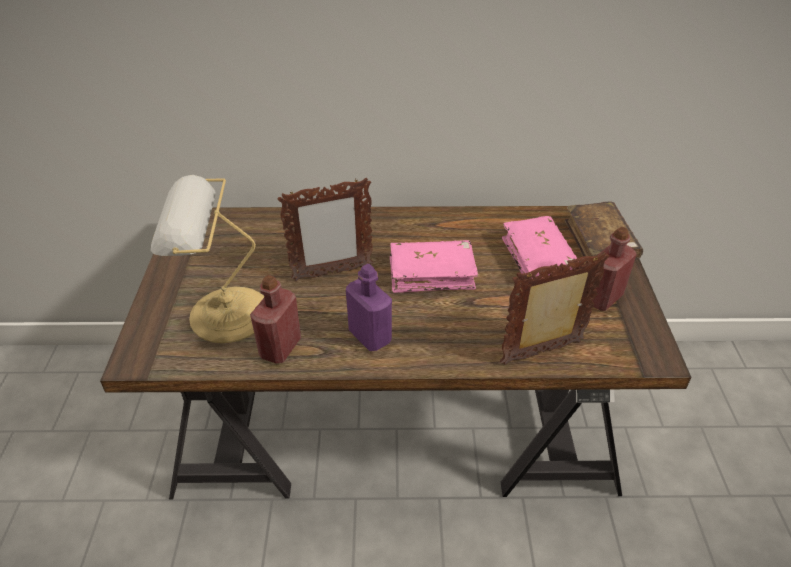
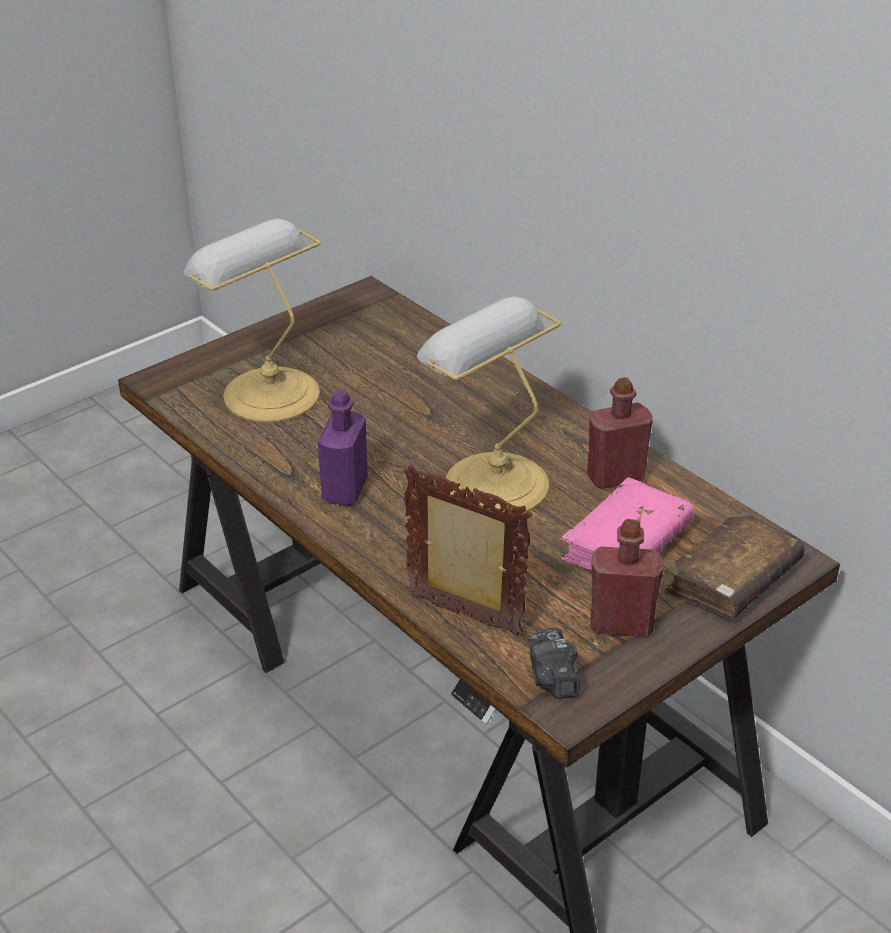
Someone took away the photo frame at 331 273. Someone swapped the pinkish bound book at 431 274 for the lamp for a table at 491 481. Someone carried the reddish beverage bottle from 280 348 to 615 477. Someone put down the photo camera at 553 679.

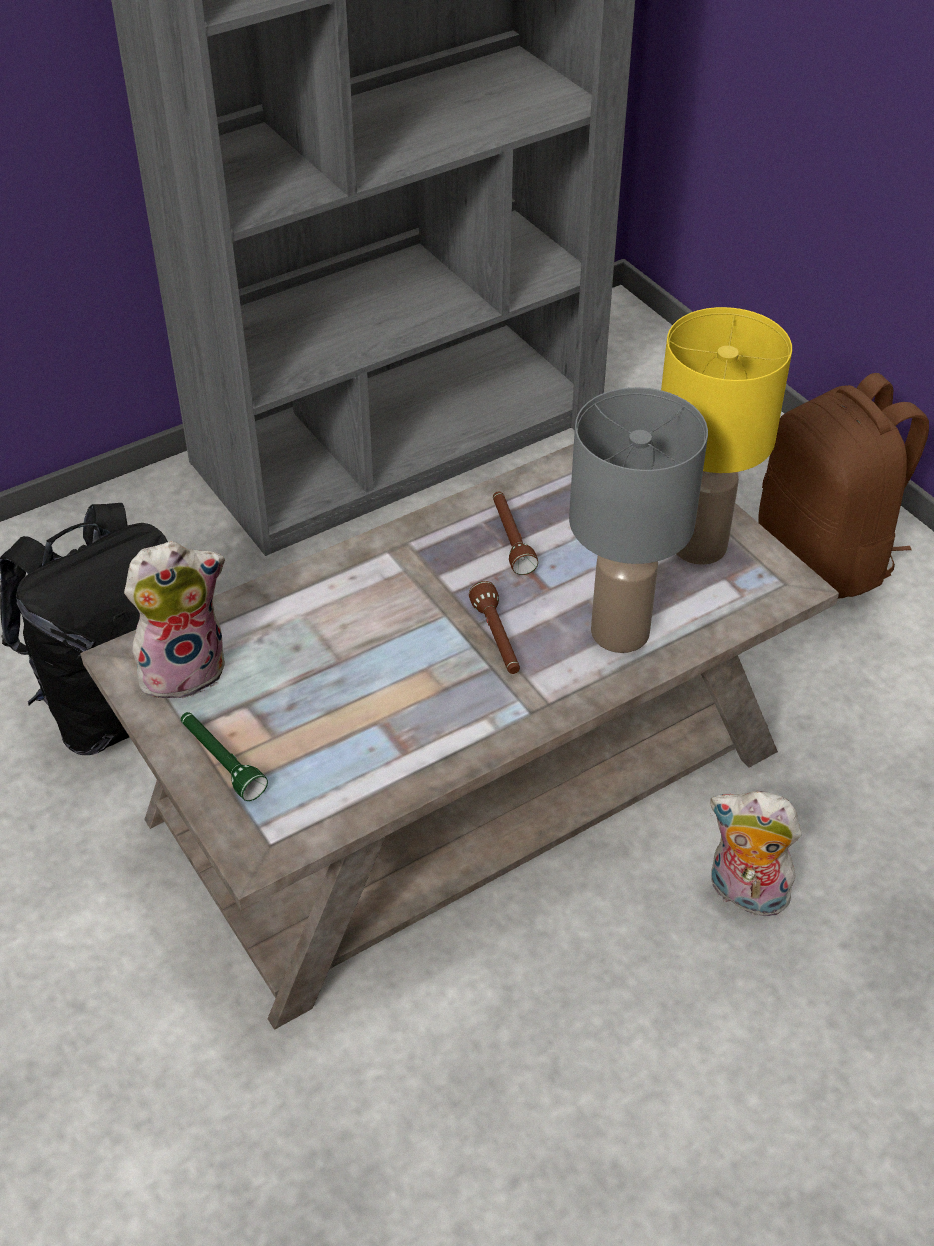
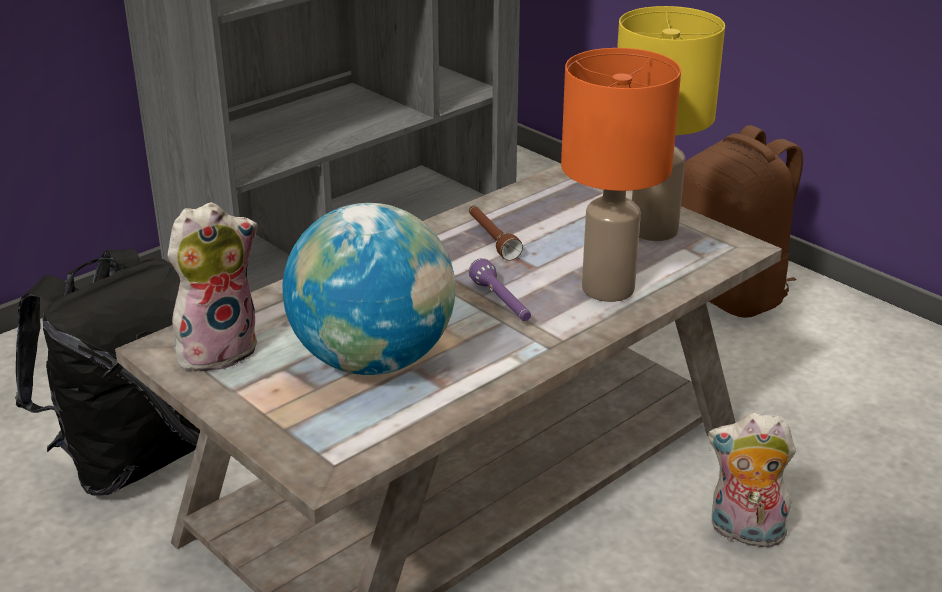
Someone repainted the greyish lamp for a table at 620 630, which became the orangey lamp for a table at 607 287. Someone repainted the brown-coloured torch at 497 639, which became the purple torch at 502 303. Someone took away the greenish torch at 221 762. Someone put down the desk globe at 373 360.

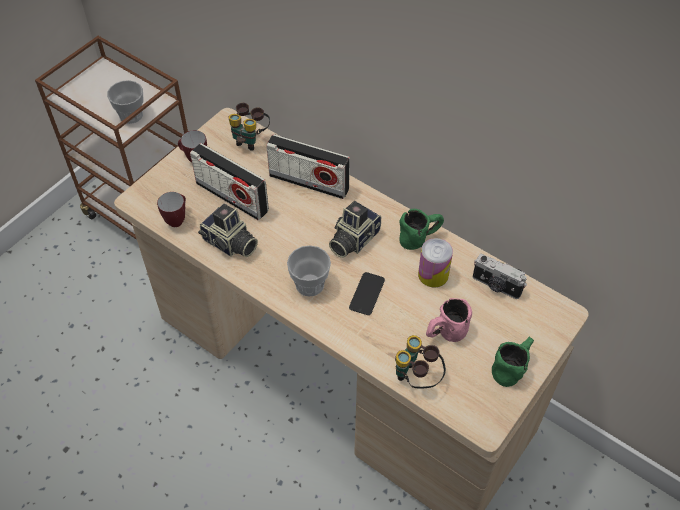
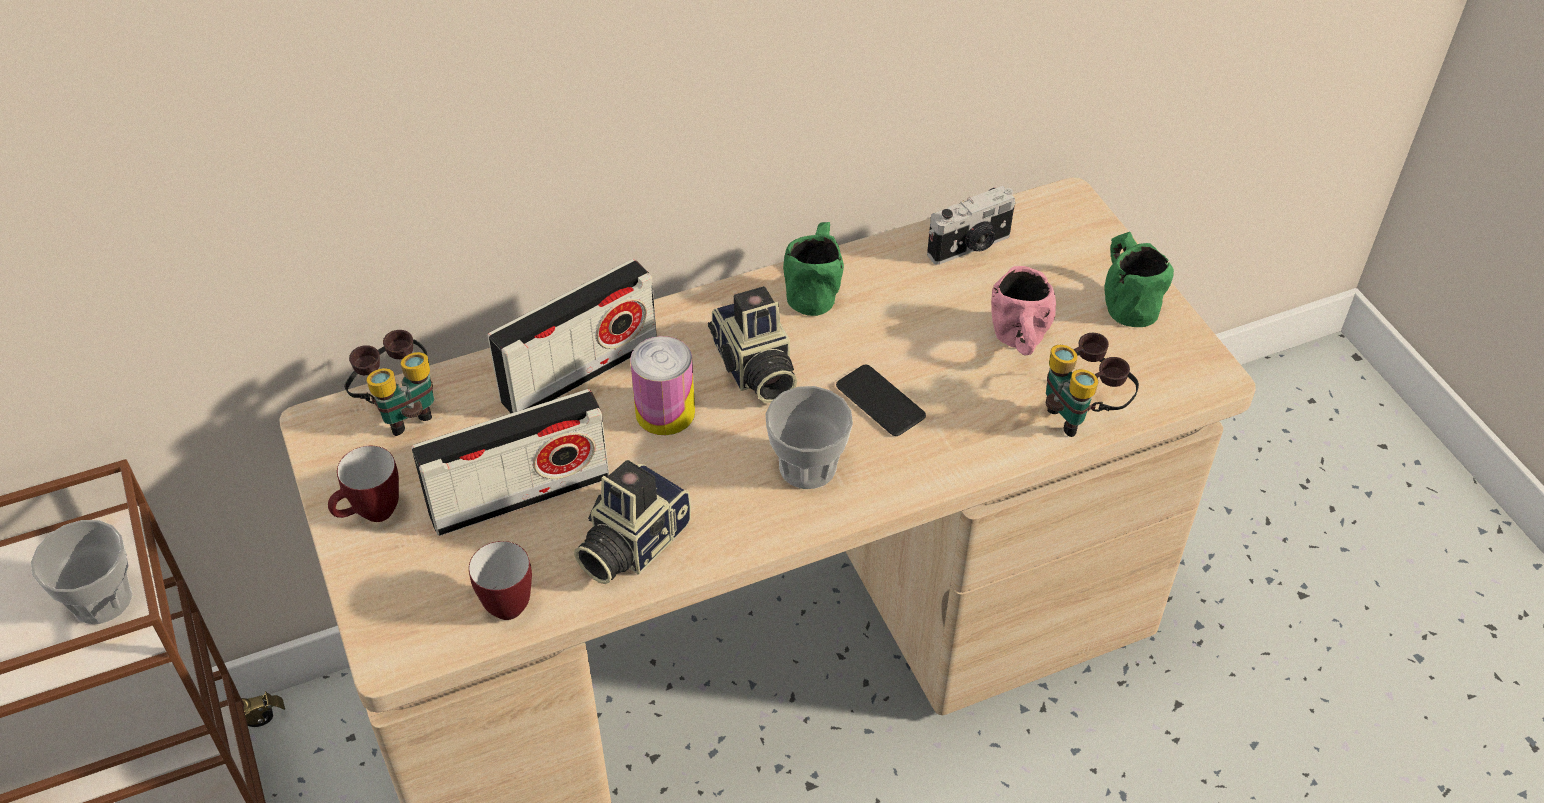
Someone rotated the photo camera at 230 244 by 150 degrees clockwise. Someone carried the can from 433 274 to 665 412.

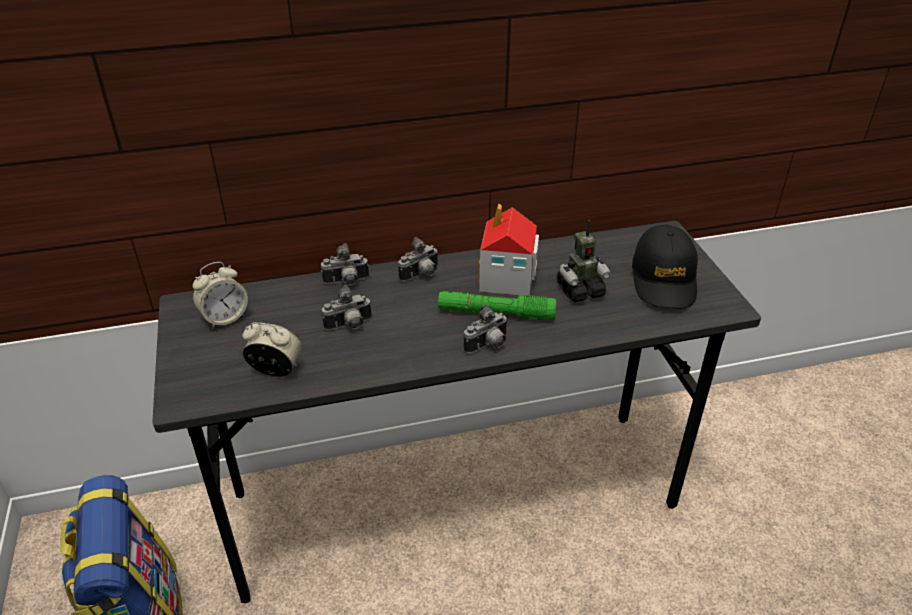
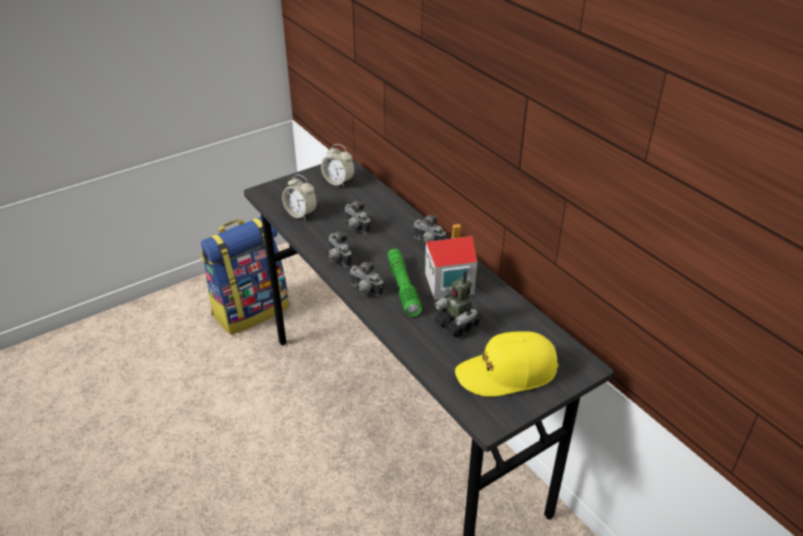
Someone repainted the black-coloured baseball cap at 664 279, which became the yellow baseball cap at 506 373. Someone carried the photo camera from 346 282 to 337 259. Someone rotated the alarm clock at 276 370 by 135 degrees clockwise.

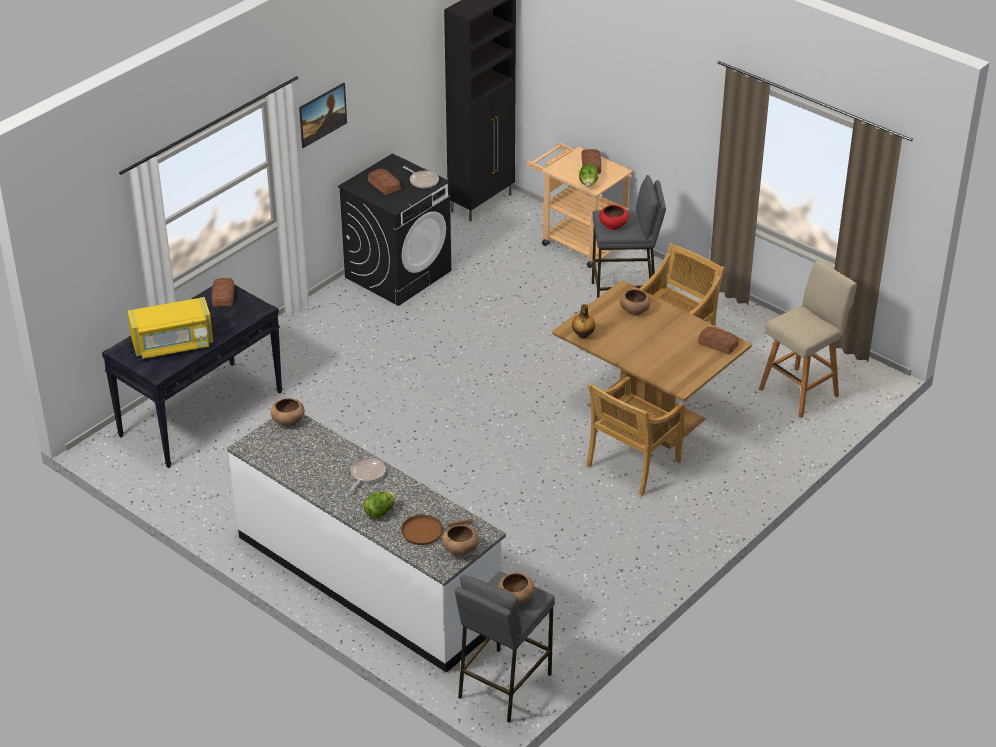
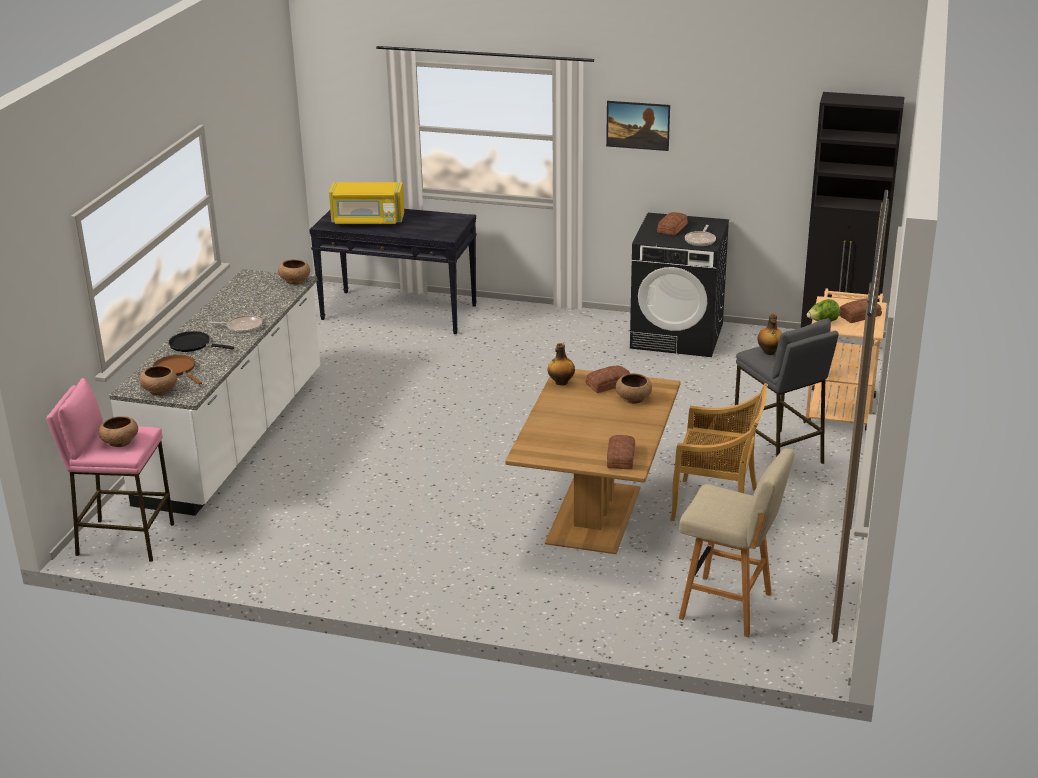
Someone swapped the reddish deep dish at 613 225 for the beverage bottle at 769 352. Someone carried the bakery bread from 224 296 to 609 384. Someone rotated the yellow microwave oven at 173 344 by 45 degrees counterclockwise. Someone took away the beige-coloured chair at 632 465. Someone swapped the head of lettuce at 380 512 for the black-coloured pan at 193 345. Someone repainted the greyish stool at 503 685, which became the pinkish stool at 125 539.

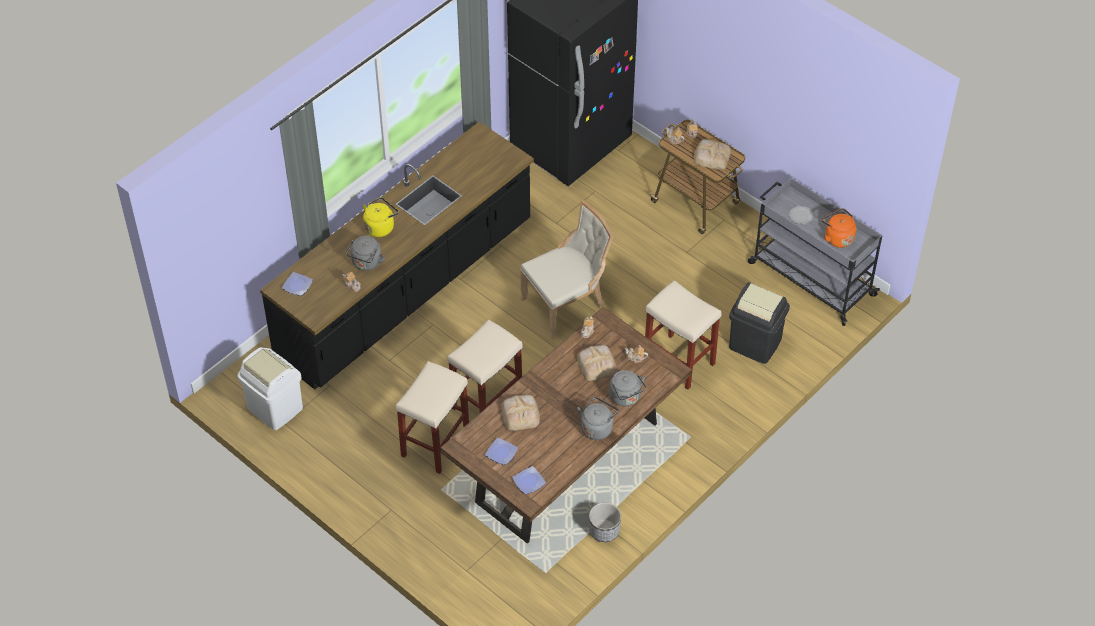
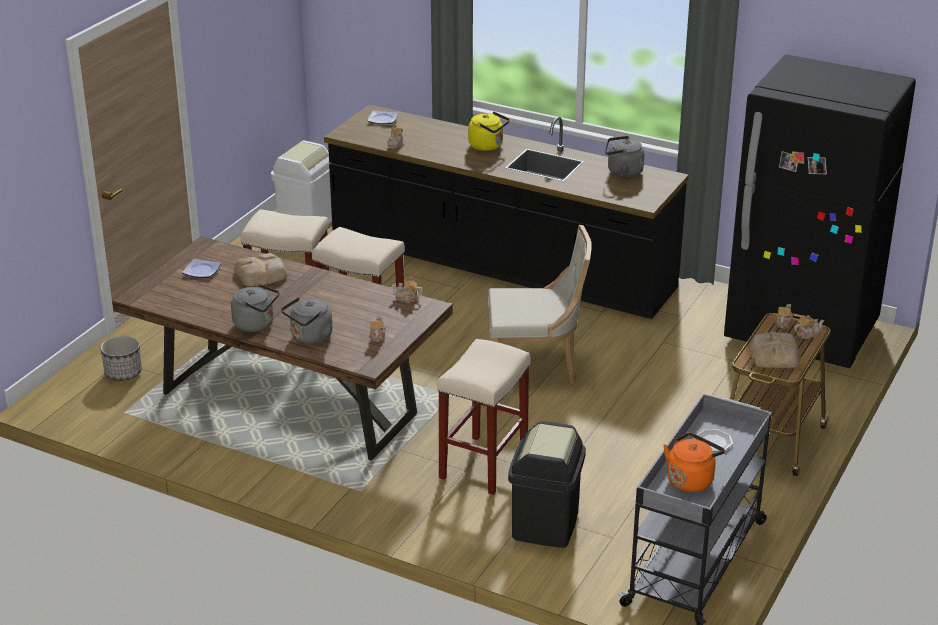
Someone rotated the beige-coloured chair at 567 304 by 45 degrees counterclockwise. Someone carried the greyish kettle from 366 263 to 622 172. Someone took away the bakery bread at 597 364. Someone took away the dinner plate at 529 481. Someone carried the planter from 604 530 to 123 373.

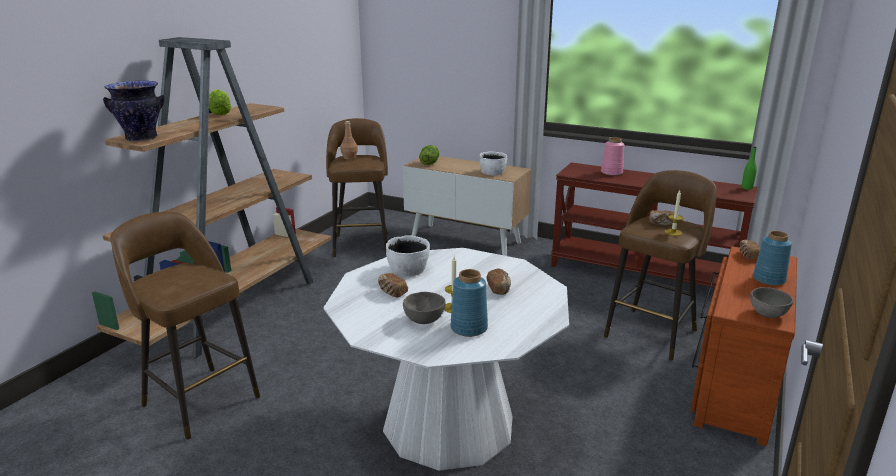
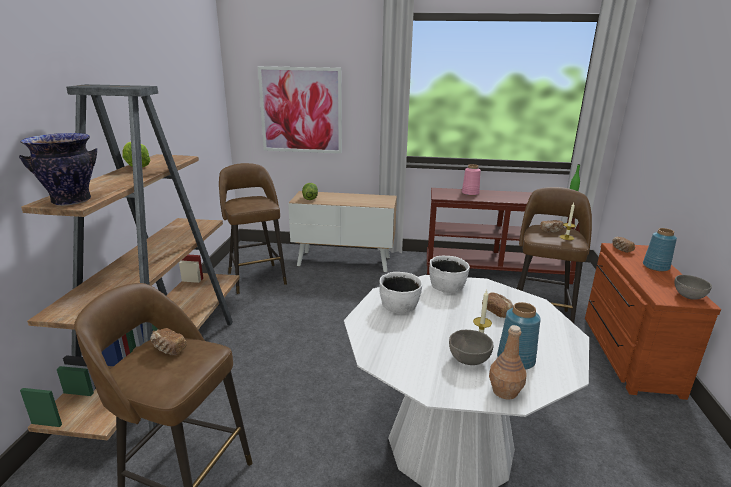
Someone carried the brown-coloured beverage bottle from 349 157 to 504 391. Someone carried the whitish deep dish from 493 172 to 447 286. Someone carried the bakery bread from 392 292 to 168 349. Someone put up the wall art at 301 110.

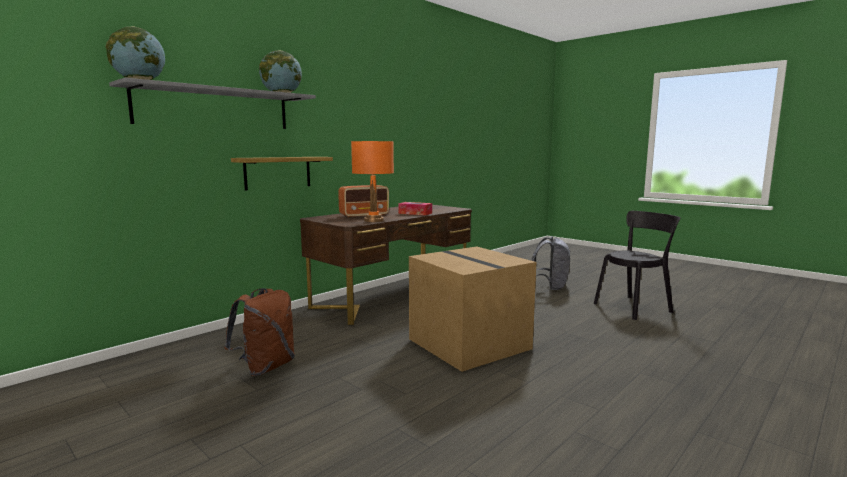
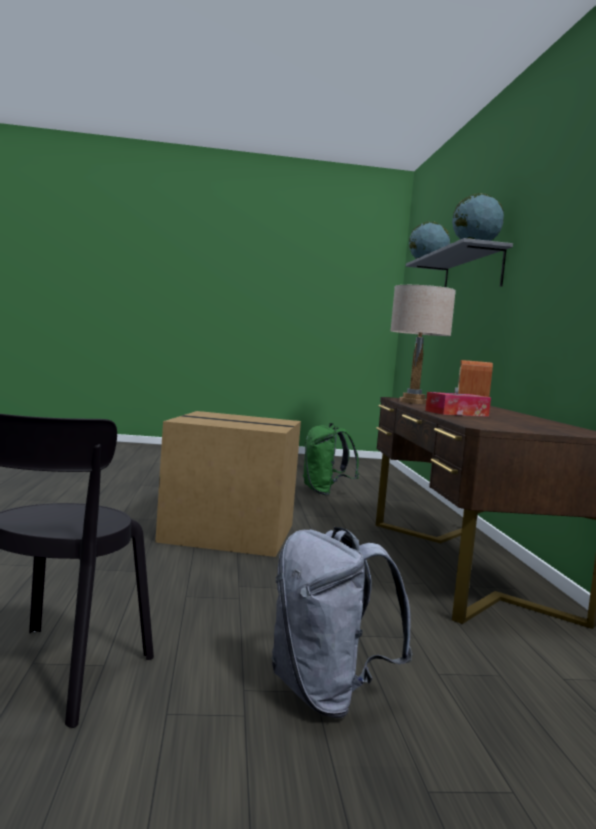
Someone repainted the orangey lamp for a table at 374 220, which became the beige-coloured lamp for a table at 413 402. Someone took away the shelf at 278 172. Someone repainted the brown-coloured backpack at 266 367, which became the greenish backpack at 325 493.

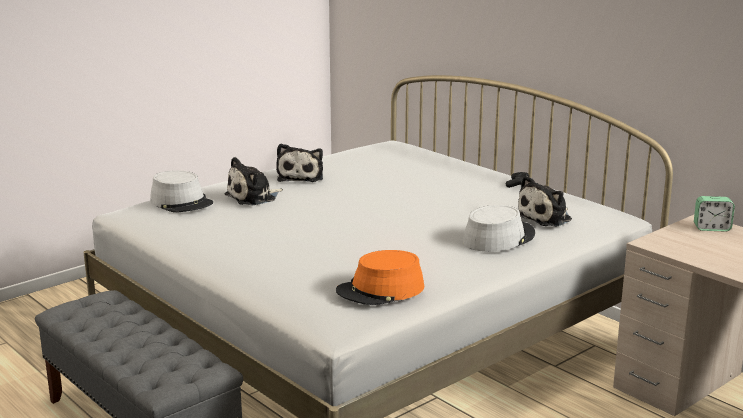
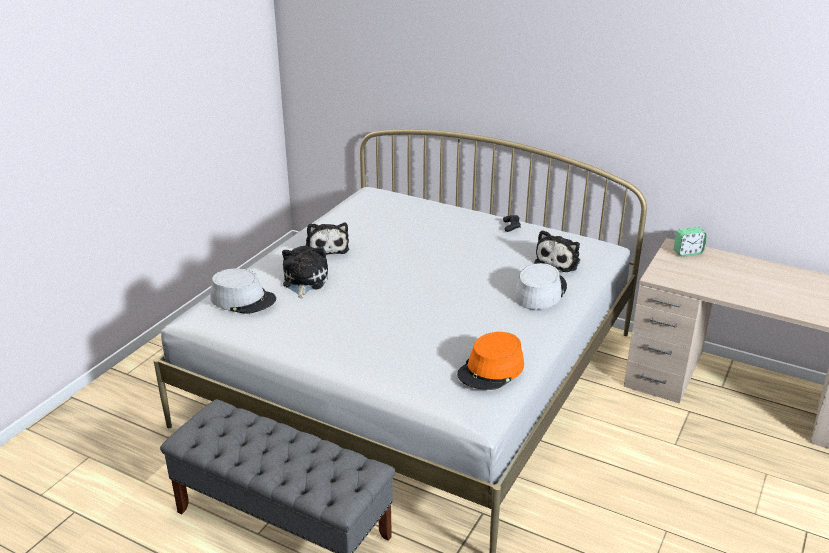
Someone rotated the cuddly toy at 253 197 by 150 degrees clockwise.

